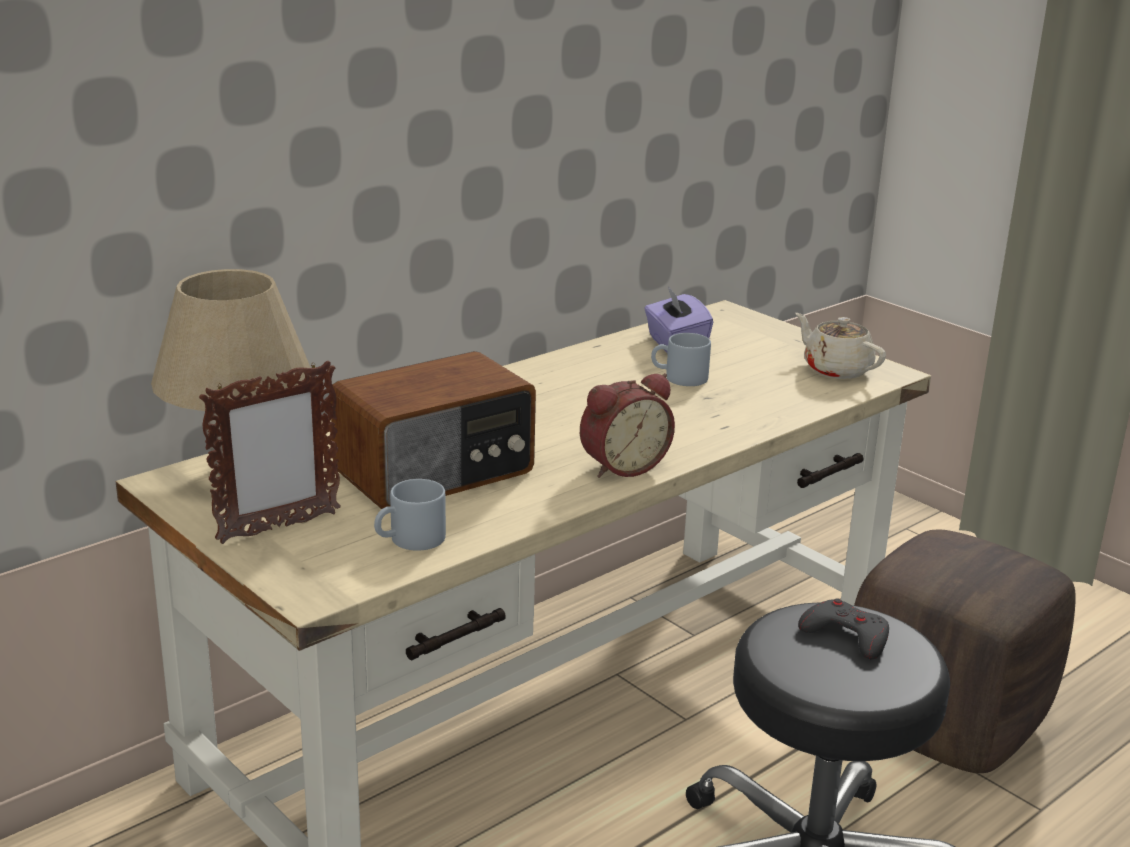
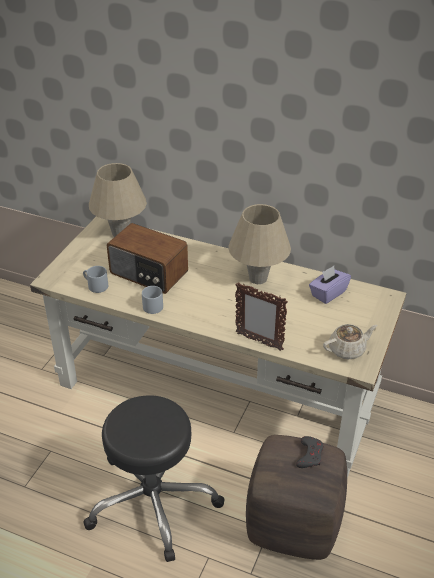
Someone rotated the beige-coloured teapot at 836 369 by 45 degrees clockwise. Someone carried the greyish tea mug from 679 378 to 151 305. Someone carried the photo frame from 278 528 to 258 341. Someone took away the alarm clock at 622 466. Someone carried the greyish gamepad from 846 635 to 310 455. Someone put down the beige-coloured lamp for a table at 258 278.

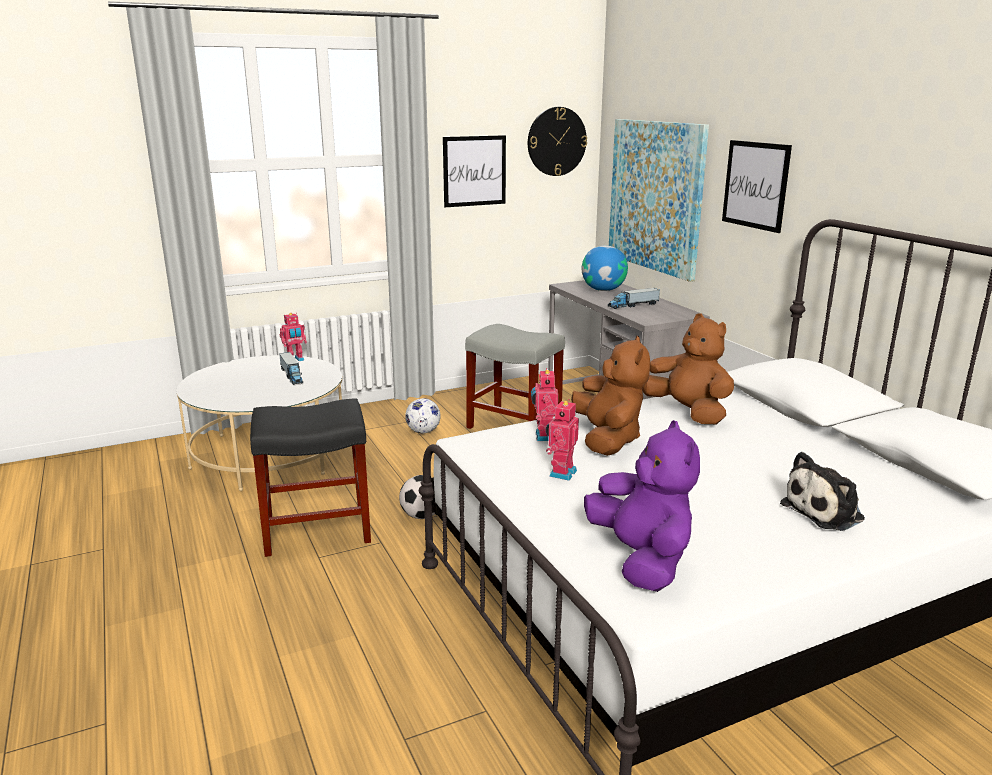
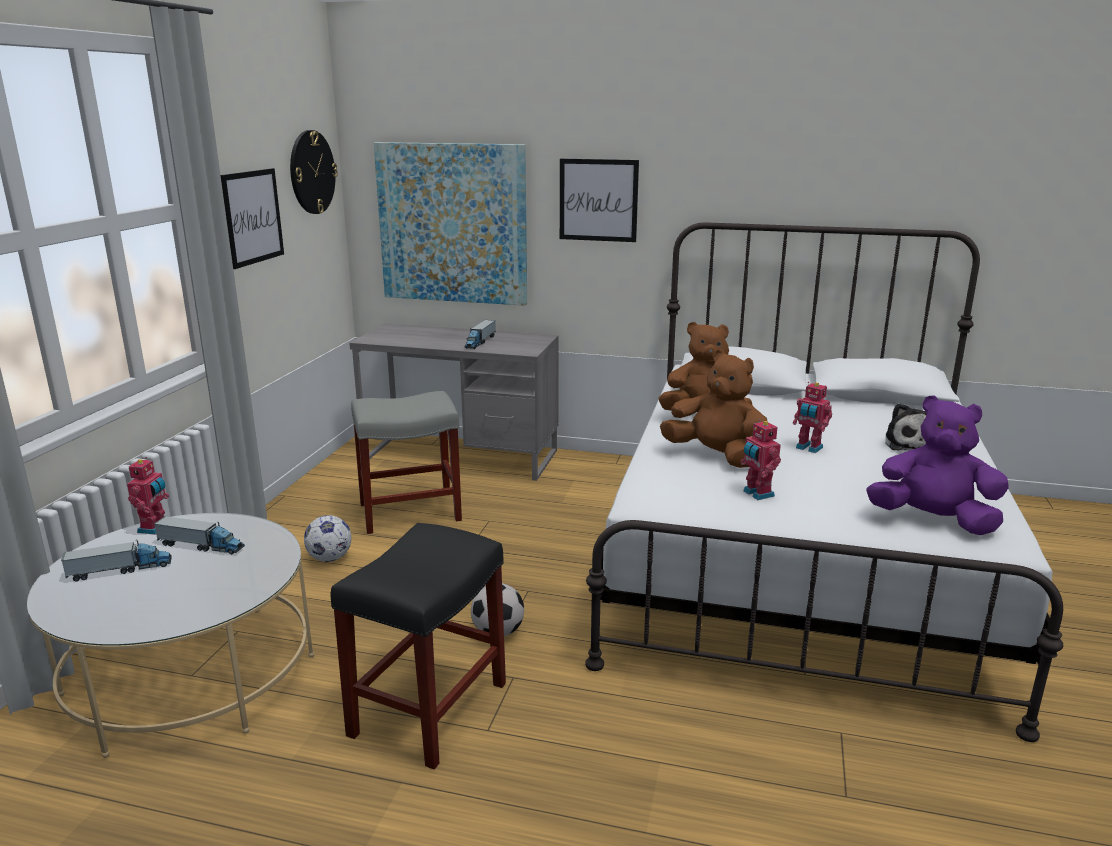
Someone took away the desk globe at 603 290. Someone carried the robot figure from 543 436 to 808 448. Someone put down the toy lorry at 120 570.

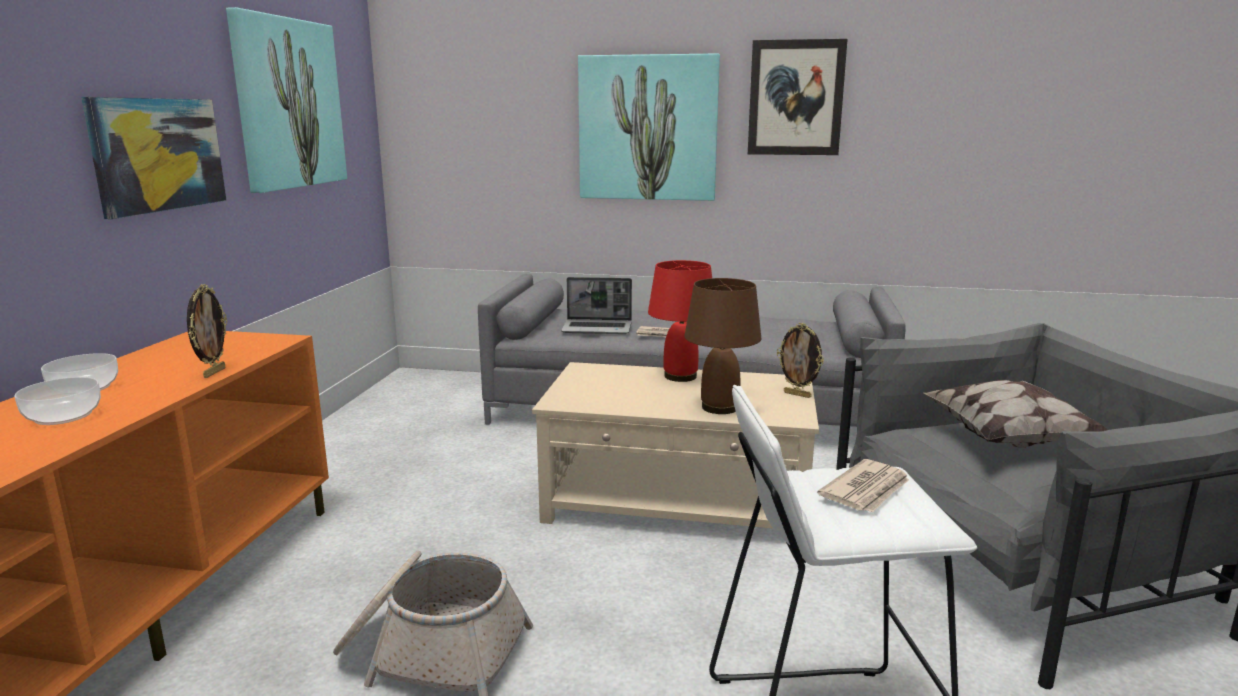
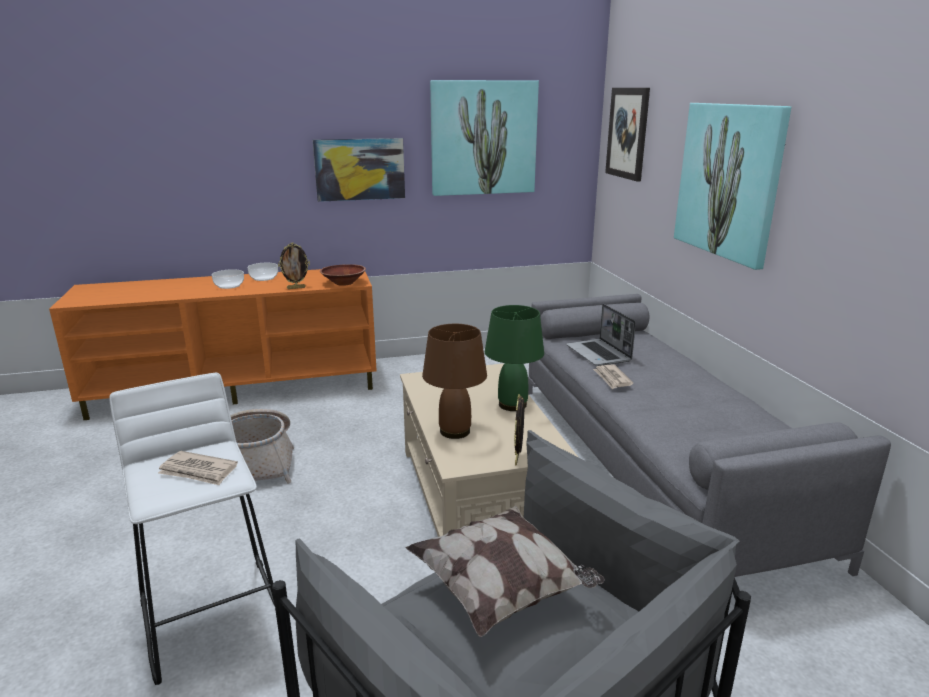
Someone carried the wall art from 795 98 to 627 133. Someone repainted the reddish lamp for a table at 679 376, which became the greenish lamp for a table at 513 404. Someone put down the brown-coloured deep dish at 344 283.

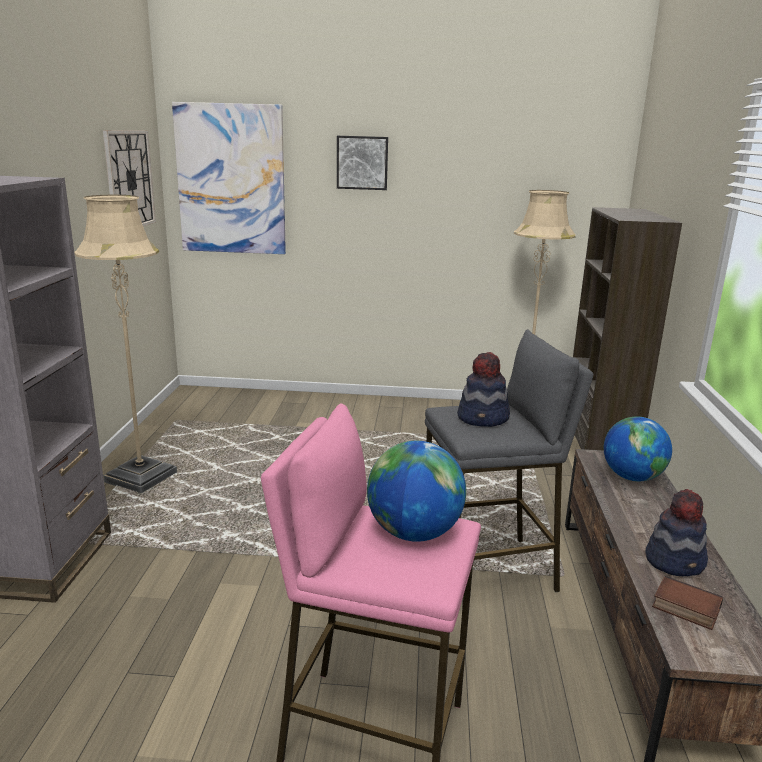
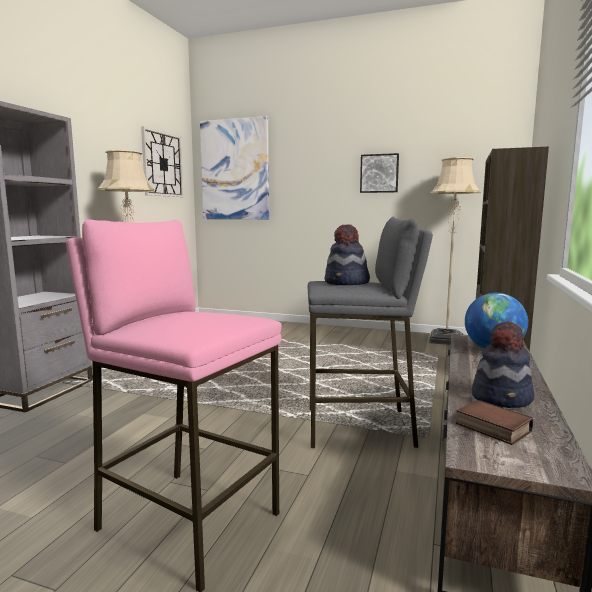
Someone carried the wall art from 362 162 to 379 173. Someone took away the desk globe at 414 533.

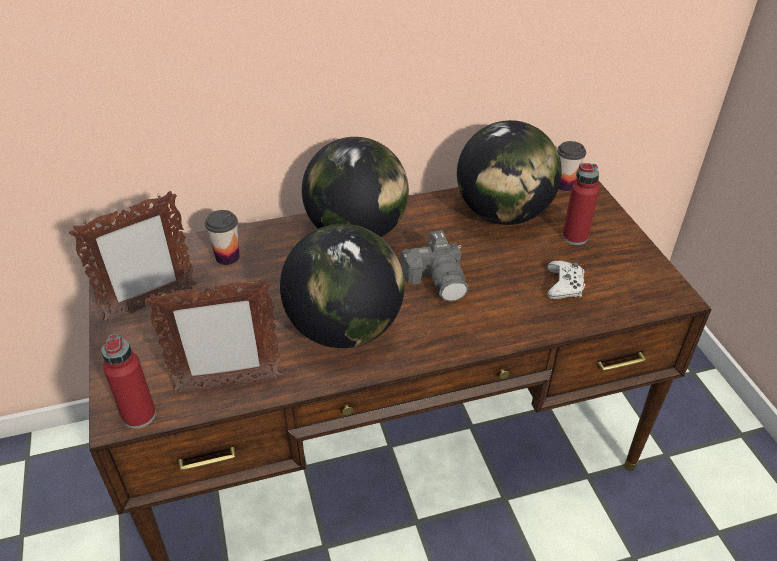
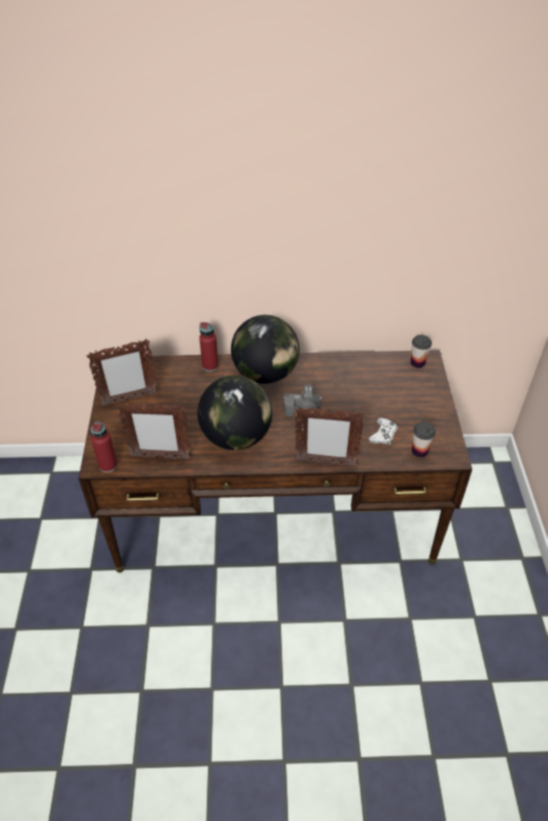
Someone took away the desk globe at 502 214. Someone carried the reddish beverage bottle from 574 237 to 210 366. Someone carried the small cup from 227 257 to 419 451. Someone put down the photo frame at 325 462.

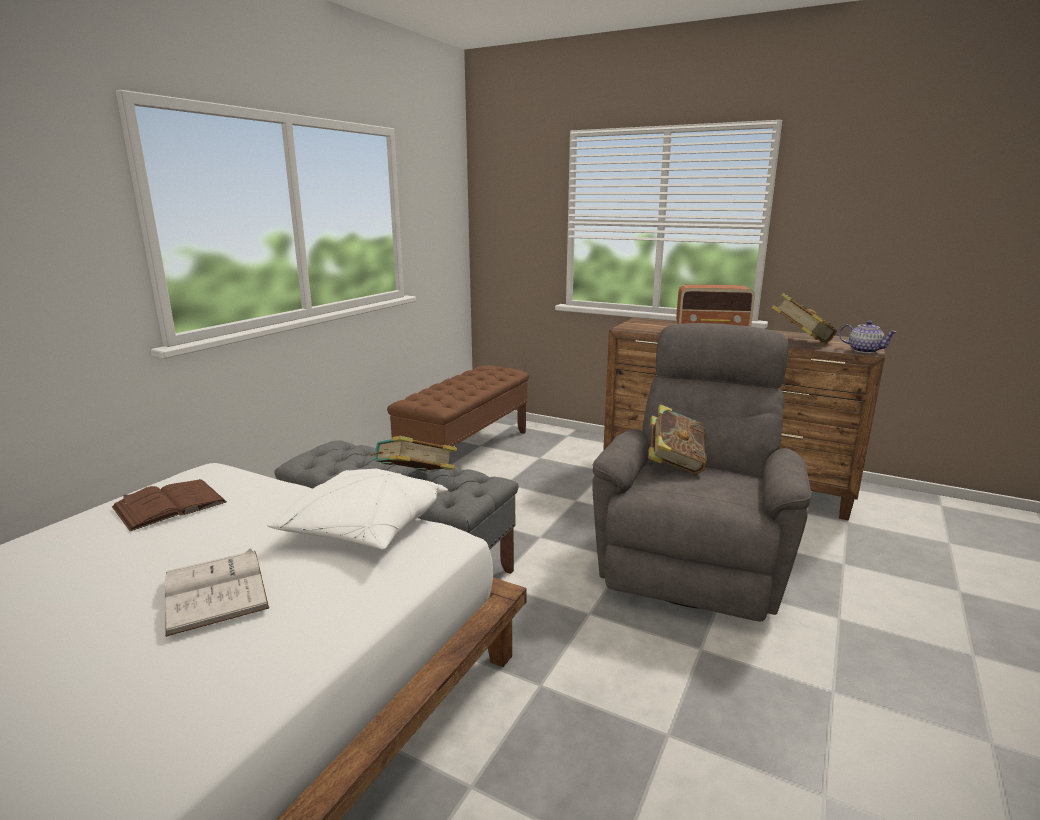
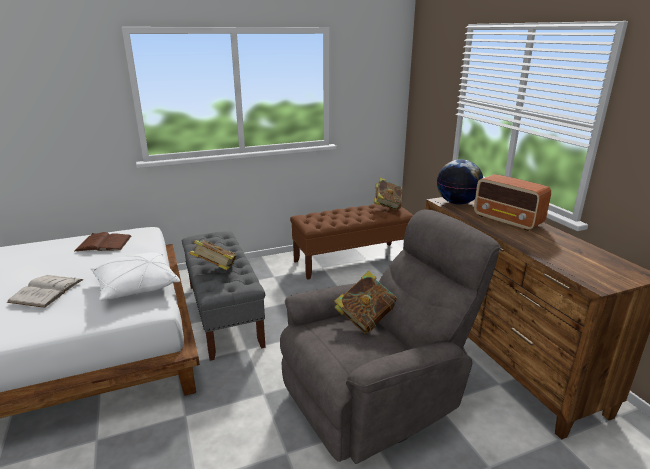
Someone carried the bound book from 800 342 to 387 206. Someone took away the teapot at 864 350. Someone put down the desk globe at 457 203.

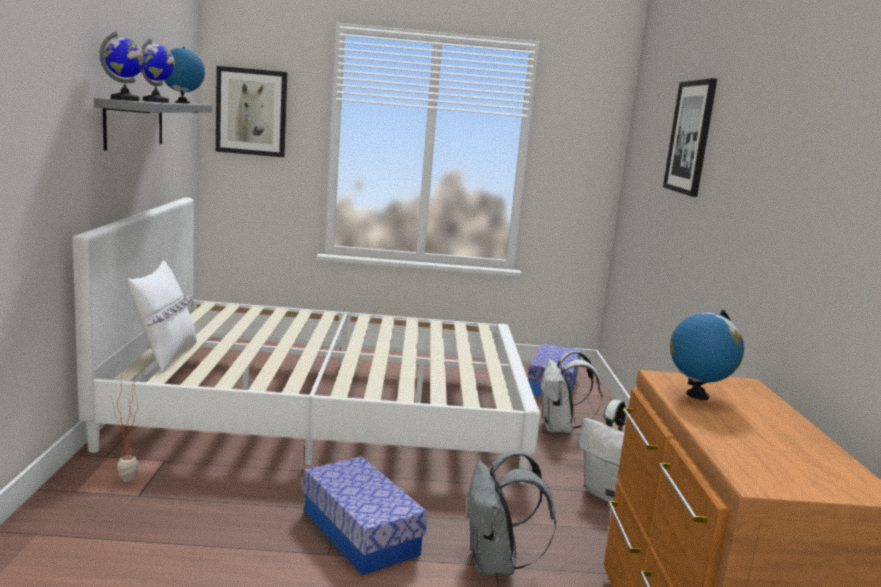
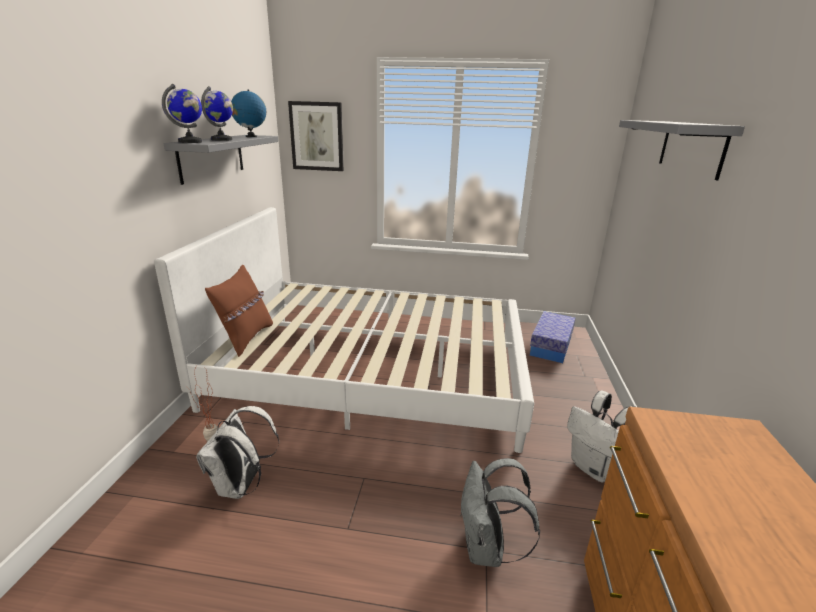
Someone swapped the wall art at 690 137 for the greyish shelf at 691 147. Someone repainted the whitish throw pillow at 165 356, which became the brown-coloured throw pillow at 246 338. Someone took away the desk globe at 697 395. Someone carried the whitish backpack from 560 428 to 241 486. Someone took away the storage container at 360 533.

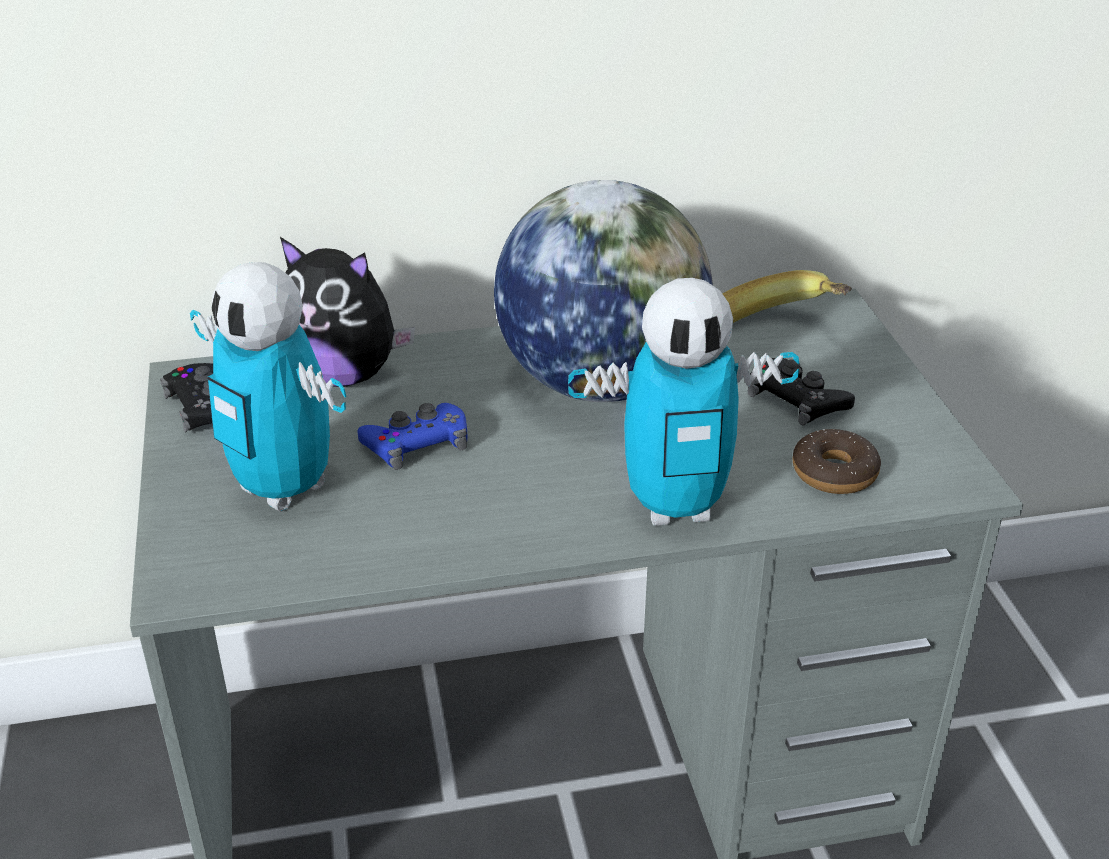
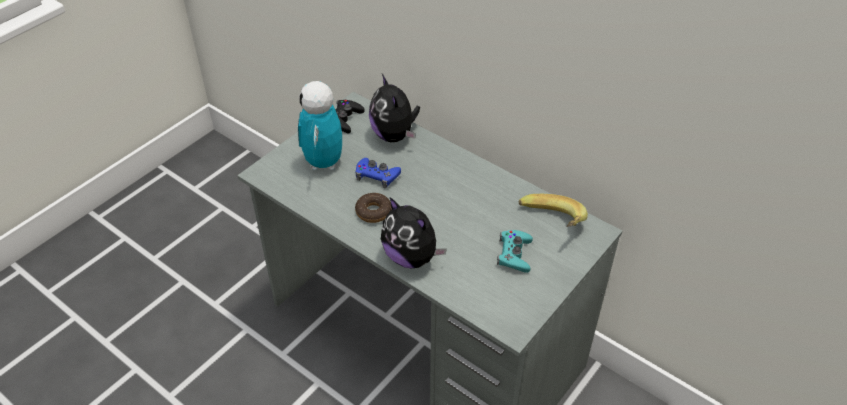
Someone took away the desk globe at 601 383. Someone swapped the robot figure at 675 507 for the cuddly toy at 411 257. Someone repainted the black-coloured gamepad at 796 400, which became the turquoise-coloured gamepad at 514 254. Someone carried the ring doughnut from 834 473 to 373 212.

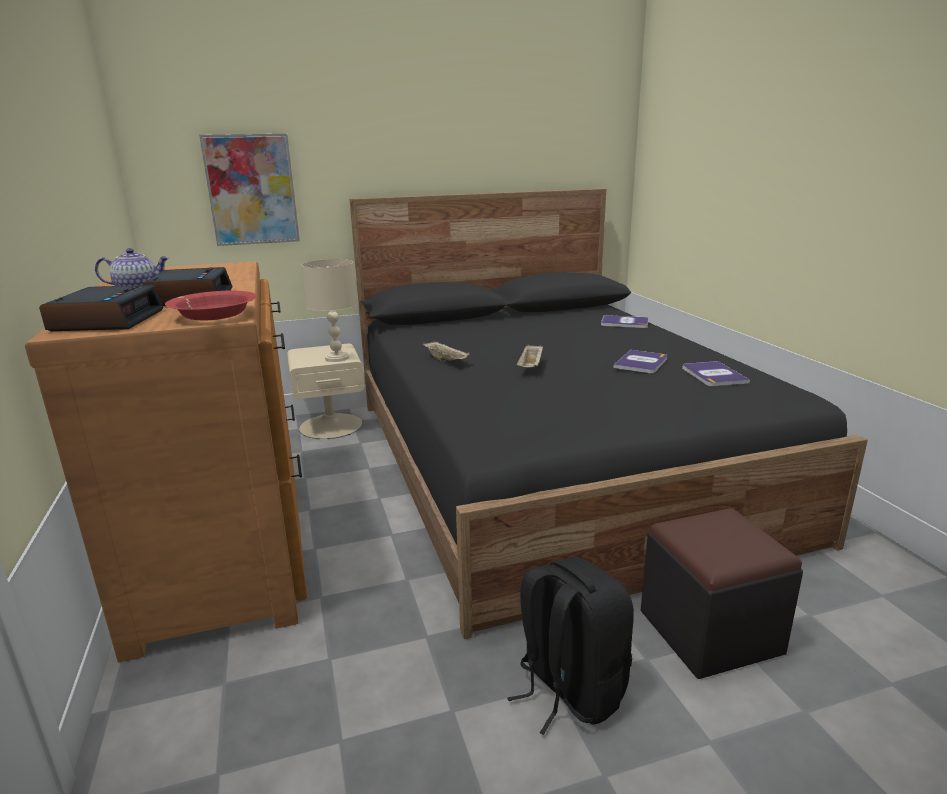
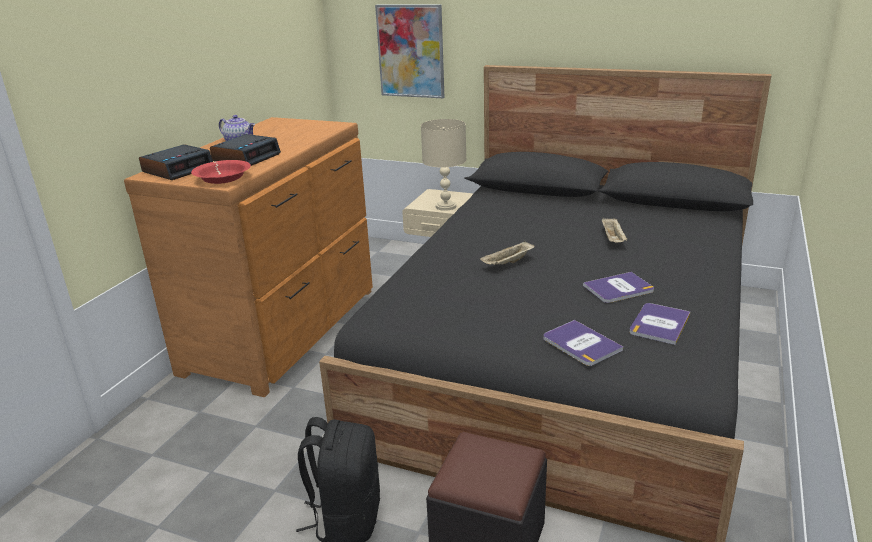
Someone carried the bound book from 624 323 to 581 344. Someone carried the beige-coloured carrying tray from 446 361 to 613 239.

